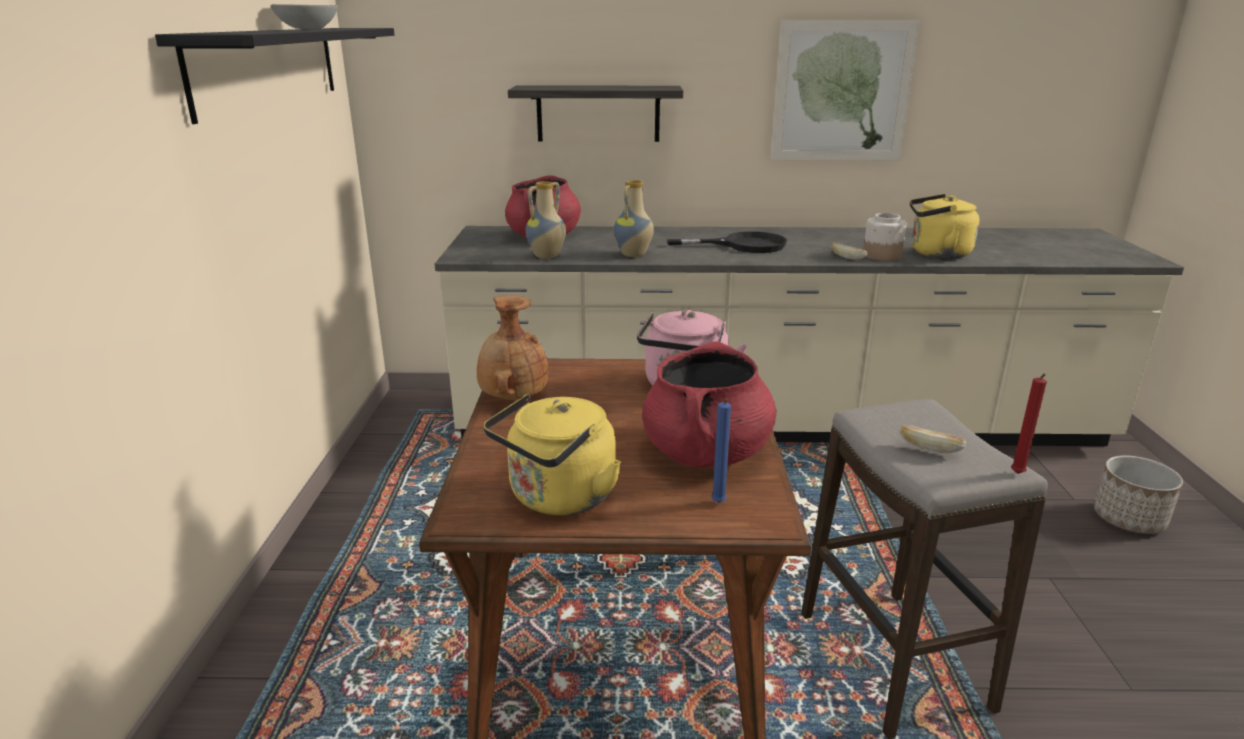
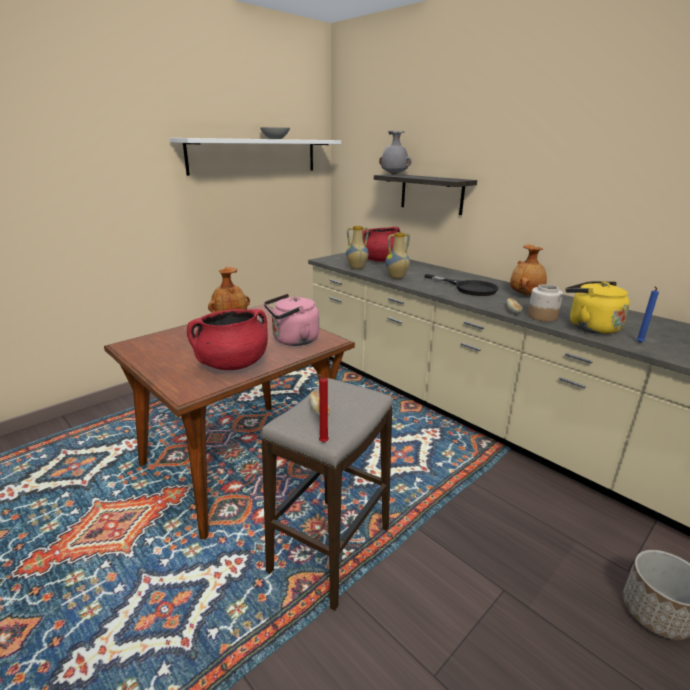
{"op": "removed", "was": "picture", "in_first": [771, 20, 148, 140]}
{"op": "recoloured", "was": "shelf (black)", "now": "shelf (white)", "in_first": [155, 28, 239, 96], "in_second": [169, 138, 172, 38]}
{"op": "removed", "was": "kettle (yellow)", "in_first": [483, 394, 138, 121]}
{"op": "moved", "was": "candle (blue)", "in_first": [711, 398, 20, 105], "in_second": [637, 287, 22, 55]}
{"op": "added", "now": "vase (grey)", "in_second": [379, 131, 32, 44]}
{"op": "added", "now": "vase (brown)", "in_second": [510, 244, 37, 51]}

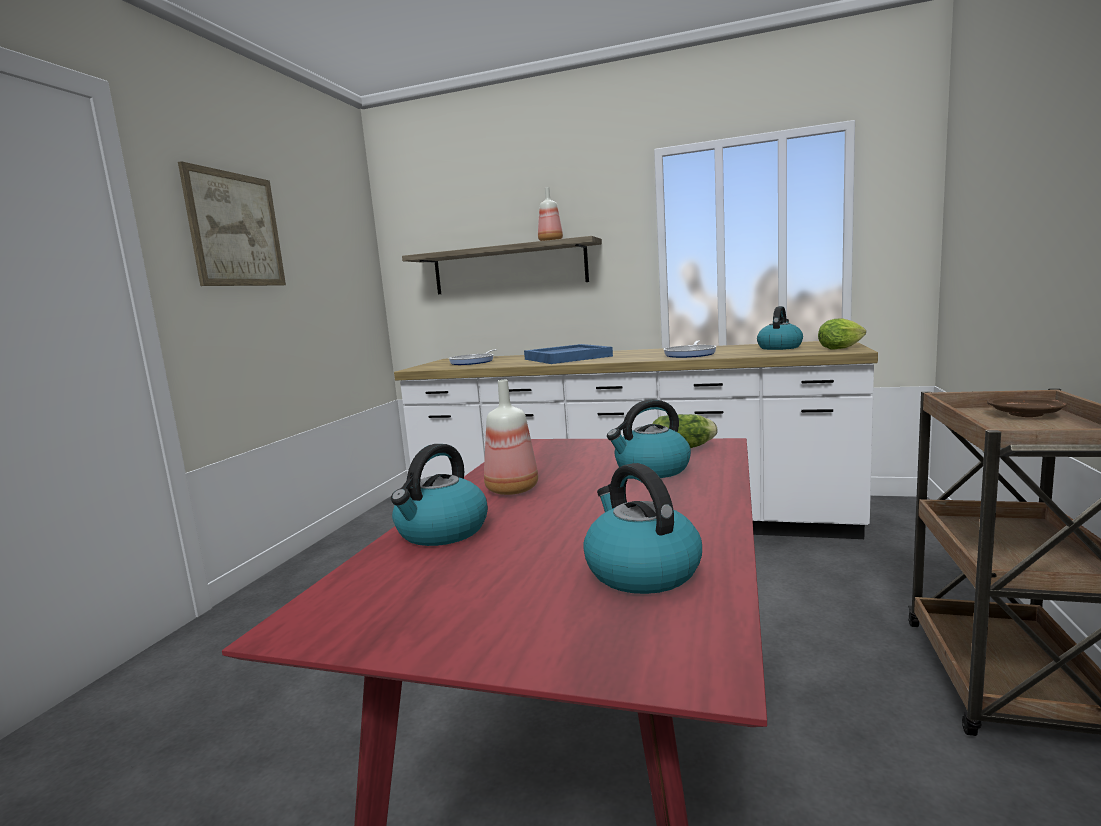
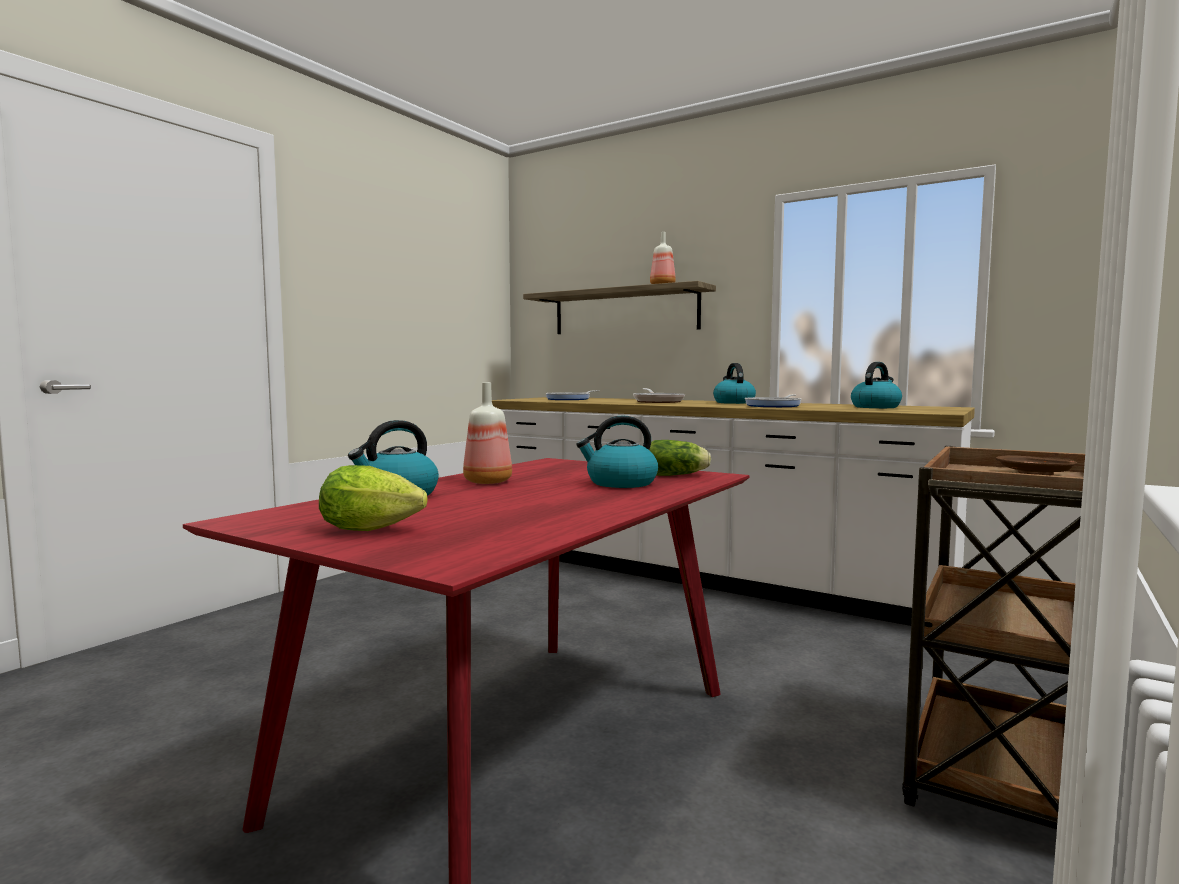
{"op": "removed", "was": "picture", "in_first": [178, 161, 108, 125]}
{"op": "moved", "was": "lettuce", "in_first": [818, 318, 48, 32], "in_second": [319, 465, 109, 66]}
{"op": "replaced", "was": "tray (blue)", "now": "frying pan", "in_first": [524, 344, 89, 20], "in_second": [633, 388, 52, 15]}
{"op": "moved", "was": "kettle", "in_first": [583, 463, 119, 131], "in_second": [713, 363, 43, 41]}

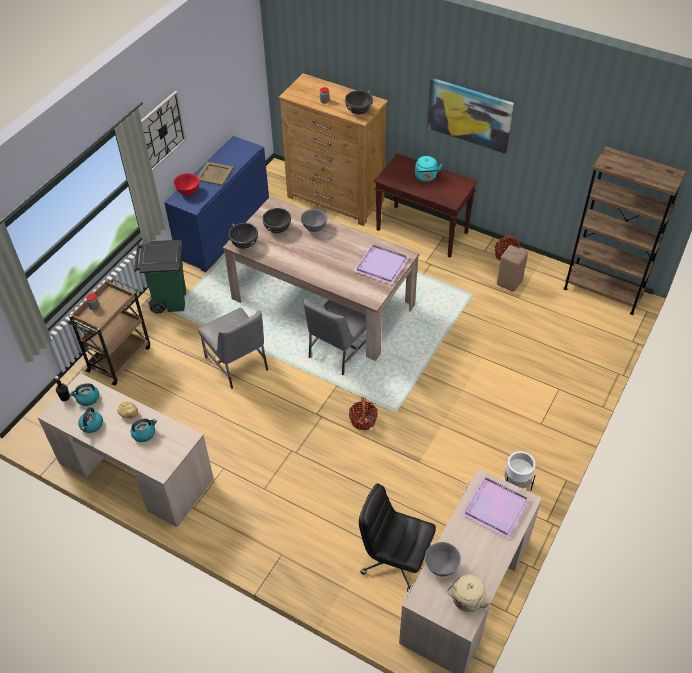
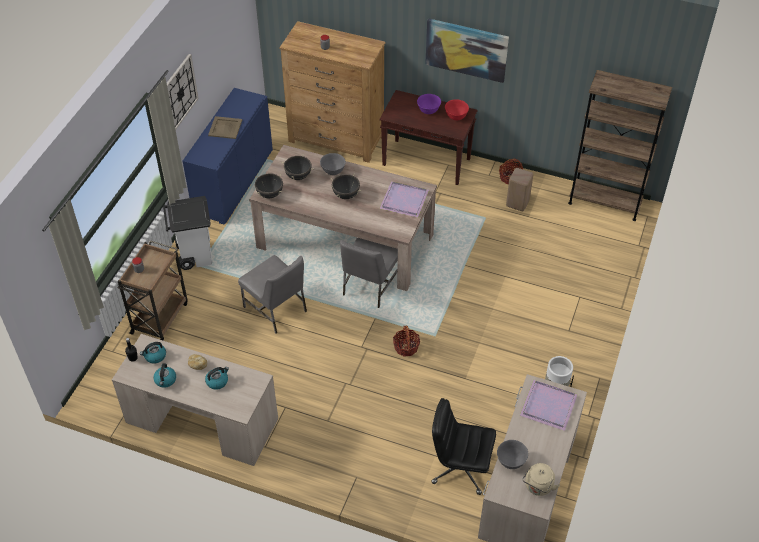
{"op": "moved", "was": "cooking pot (black)", "in_first": [345, 90, 28, 24], "in_second": [330, 174, 31, 25]}
{"op": "replaced", "was": "kettle (turquoise)", "now": "bowl (purple)", "in_first": [415, 156, 27, 26], "in_second": [417, 94, 24, 20]}
{"op": "moved", "was": "bowl (red)", "in_first": [174, 173, 26, 23], "in_second": [445, 99, 24, 21]}
{"op": "recoloured", "was": "trash can (green)", "now": "trash can (white)", "in_first": [134, 240, 52, 73], "in_second": [163, 196, 49, 74]}

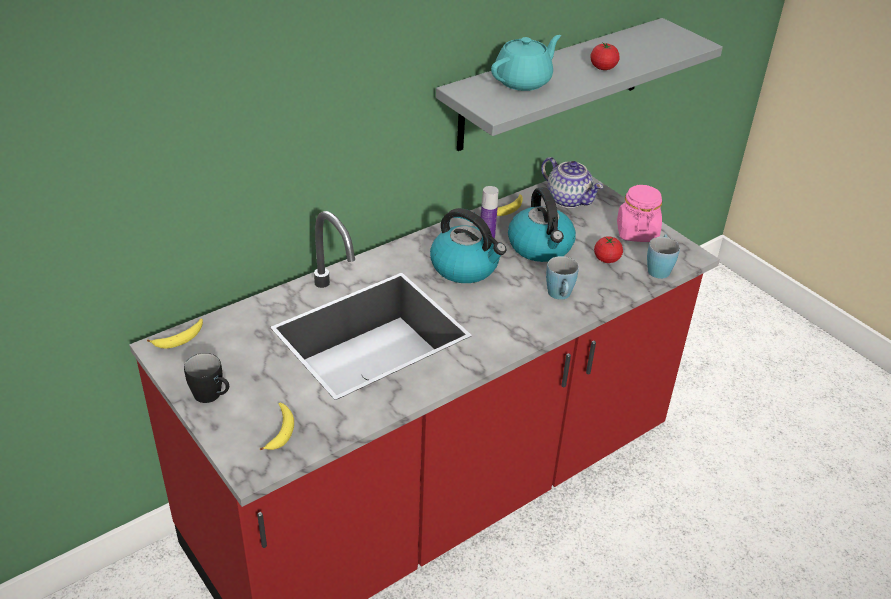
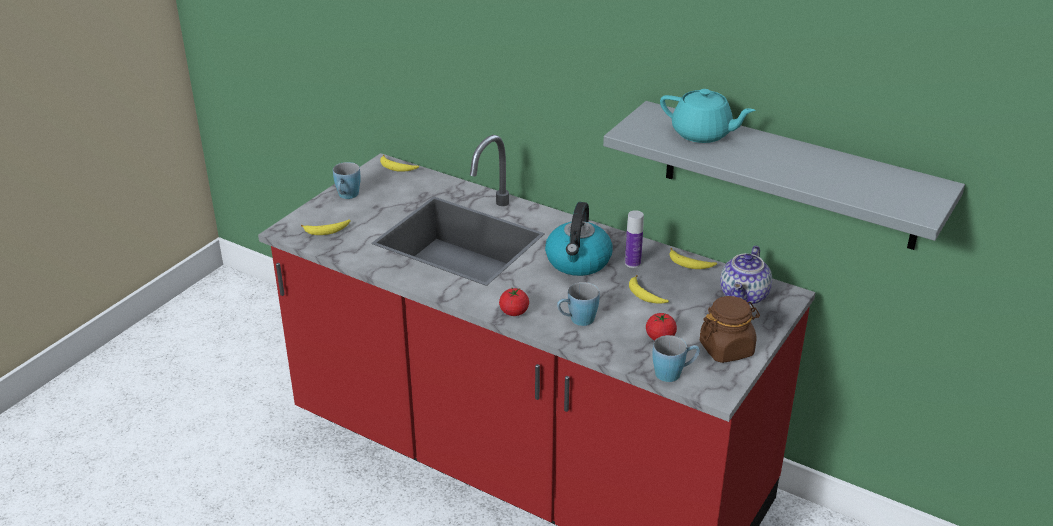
{"op": "moved", "was": "tomato", "in_first": [590, 42, 30, 28], "in_second": [499, 288, 30, 28]}
{"op": "recoloured", "was": "jar (pink)", "now": "jar (brown)", "in_first": [617, 185, 45, 57], "in_second": [700, 296, 60, 67]}
{"op": "replaced", "was": "kettle", "now": "banana", "in_first": [508, 187, 68, 75], "in_second": [629, 275, 40, 29]}
{"op": "recoloured", "was": "mug (black)", "now": "mug (blue)", "in_first": [184, 353, 45, 50], "in_second": [333, 162, 28, 37]}

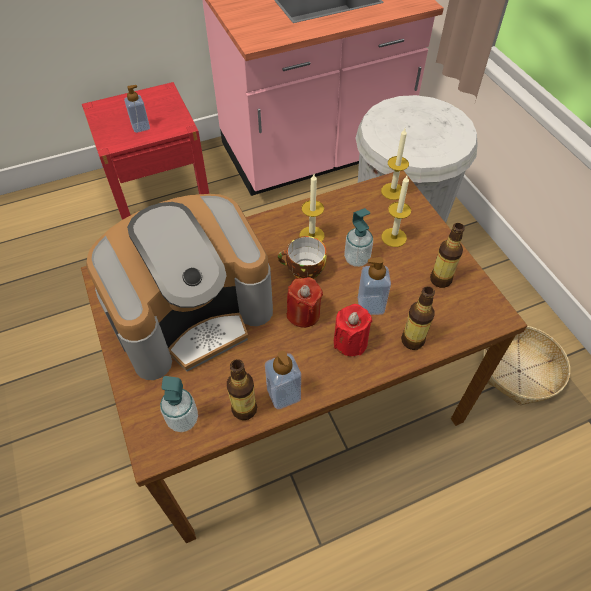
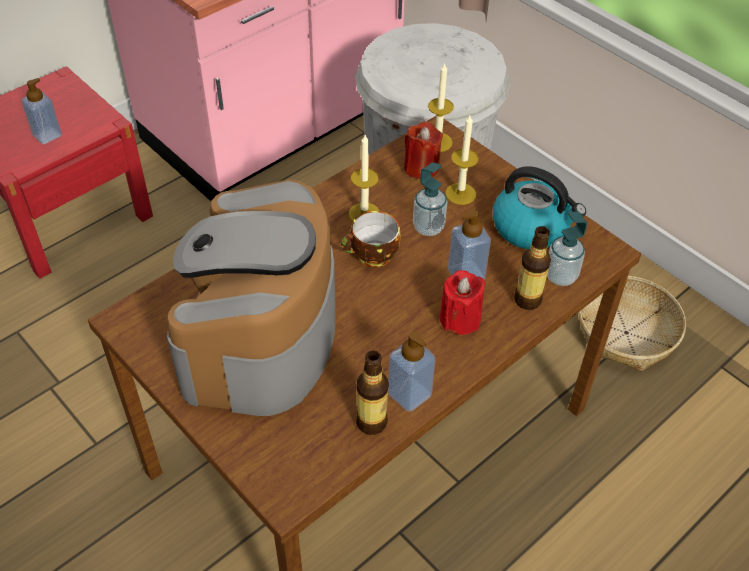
{"op": "turned", "was": "coffee machine", "in_first": [86, 194, 187, 186], "in_second": [166, 179, 170, 237], "clockwise": 150}
{"op": "replaced", "was": "bottle", "now": "kettle", "in_first": [430, 223, 35, 65], "in_second": [493, 166, 93, 83]}
{"op": "moved", "was": "candle (red)", "in_first": [287, 277, 36, 51], "in_second": [404, 122, 39, 57]}
{"op": "moved", "was": "soap dispenser", "in_first": [160, 376, 38, 56], "in_second": [547, 212, 40, 74]}

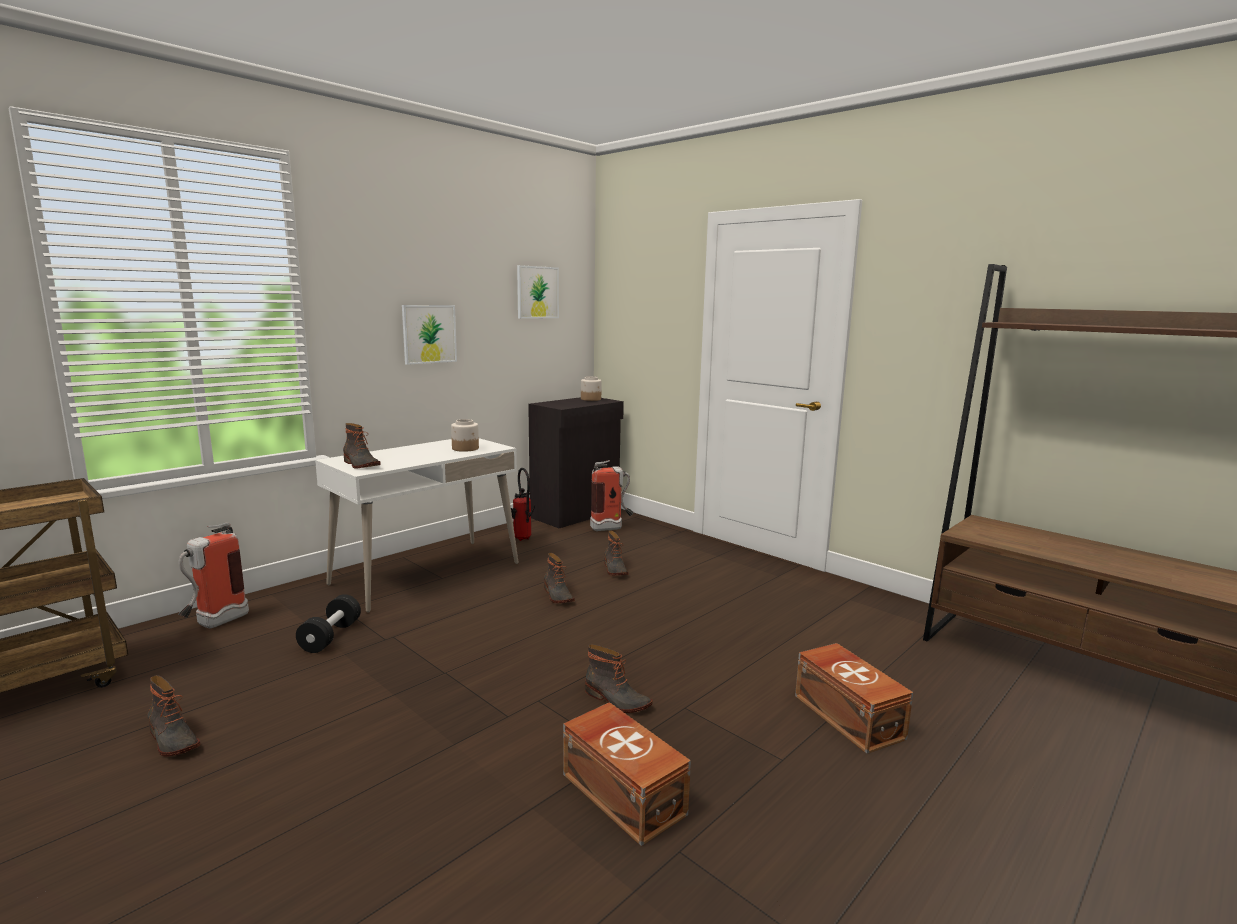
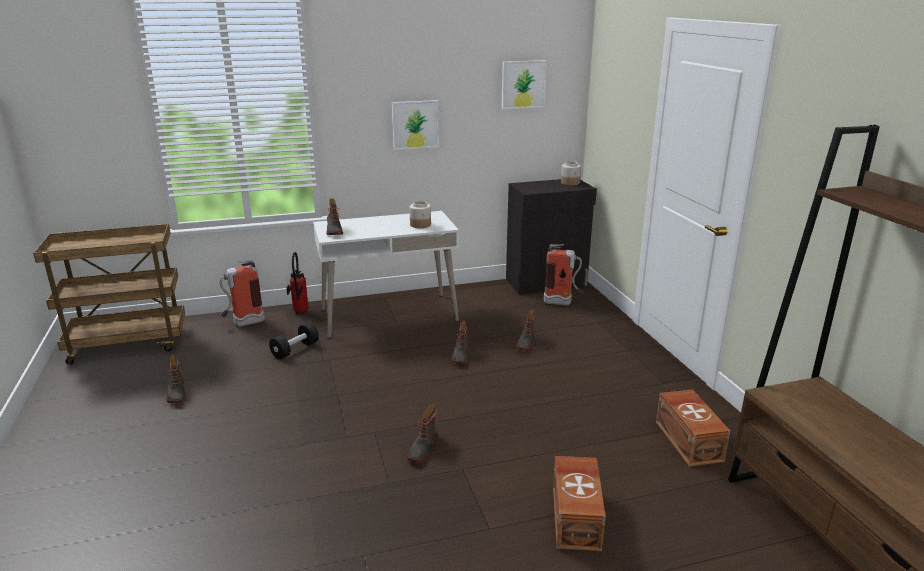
{"op": "moved", "was": "fire extinguisher", "in_first": [511, 468, 24, 73], "in_second": [286, 252, 23, 62]}
{"op": "turned", "was": "boot", "in_first": [585, 644, 68, 69], "in_second": [407, 404, 31, 59], "clockwise": 45}
{"op": "moved", "was": "storage box (brown)", "in_first": [563, 702, 128, 144], "in_second": [656, 390, 74, 76]}

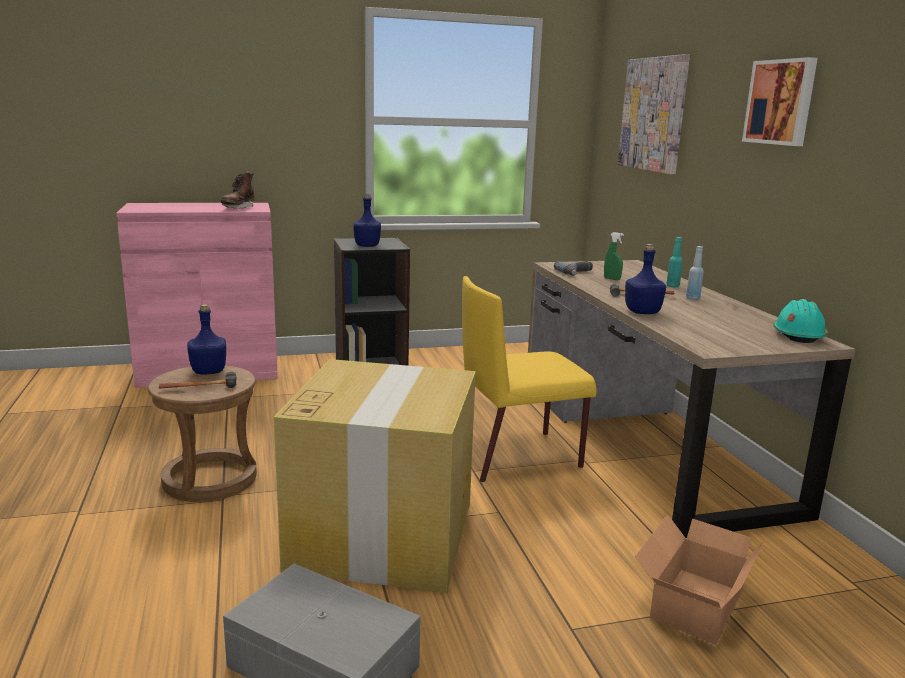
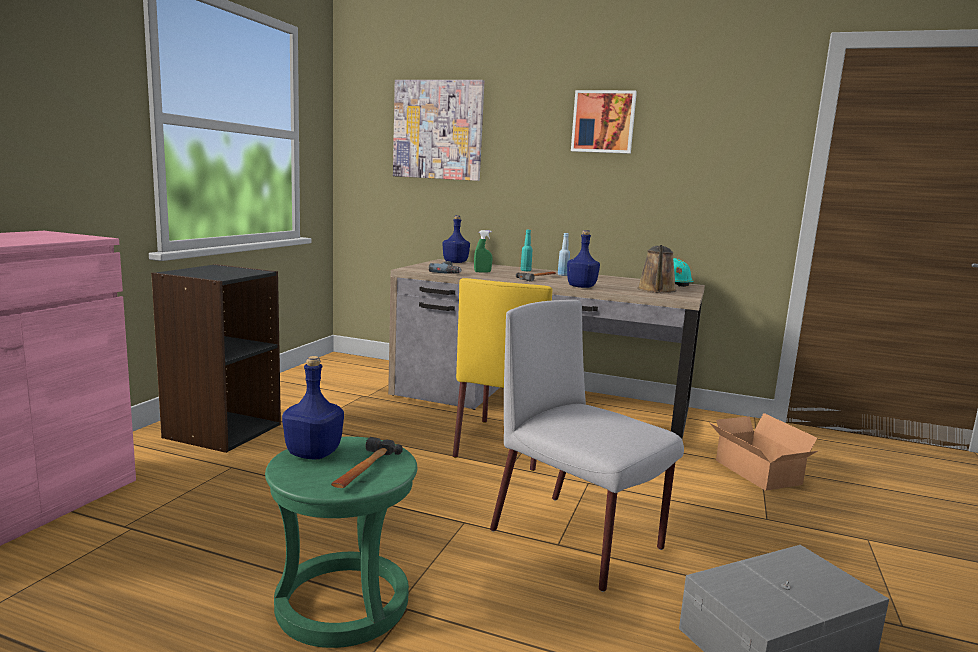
{"op": "removed", "was": "boot (brown)", "in_first": [221, 171, 34, 38]}
{"op": "moved", "was": "bottle (blue)", "in_first": [353, 194, 28, 53], "in_second": [443, 215, 27, 48]}
{"op": "replaced", "was": "cardboard box", "now": "chair (grey)", "in_first": [274, 359, 202, 234], "in_second": [490, 300, 194, 292]}
{"op": "recoloured", "was": "stool (brown)", "now": "stool (green)", "in_first": [148, 365, 109, 137], "in_second": [265, 437, 152, 211]}
{"op": "added", "now": "watering can (brown)", "in_second": [637, 245, 40, 48]}

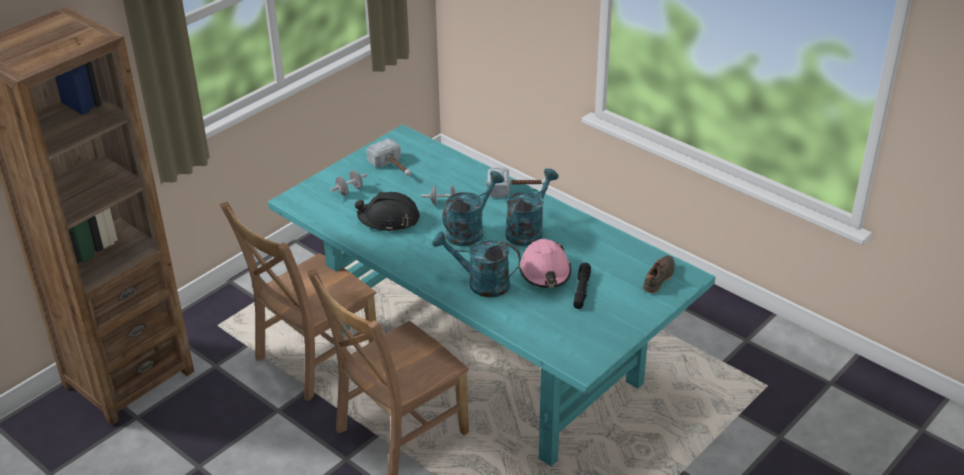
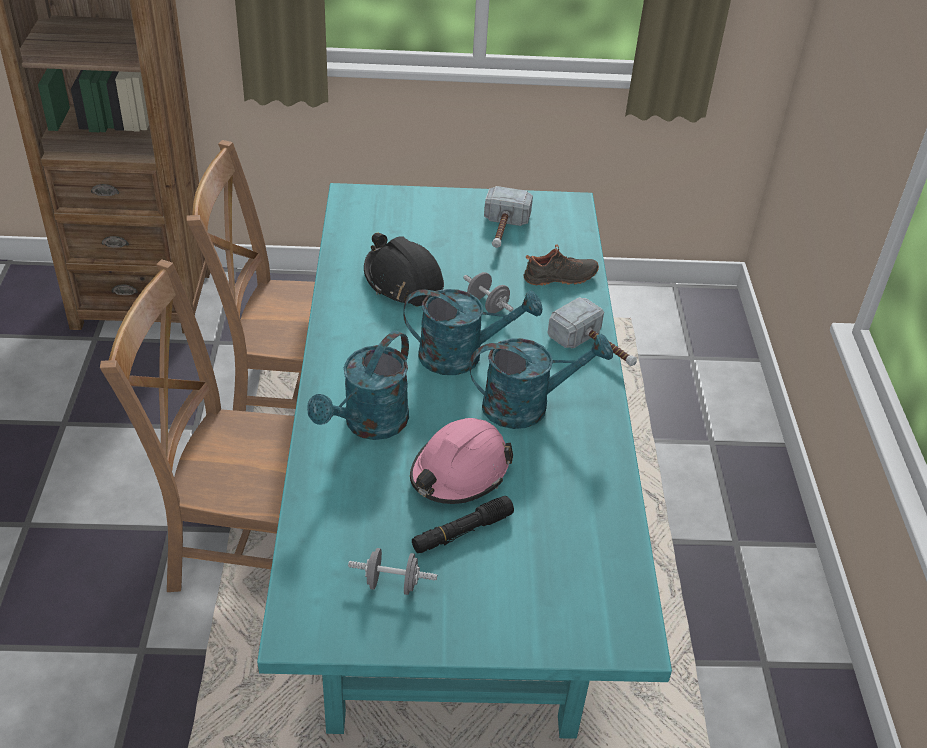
{"op": "moved", "was": "dumbbell (grey)", "in_first": [330, 170, 37, 25], "in_second": [348, 548, 89, 47]}
{"op": "turned", "was": "watering can (turquoise)", "in_first": [432, 231, 89, 66], "in_second": [307, 331, 102, 109], "clockwise": -120}
{"op": "moved", "was": "shoe (black)", "in_first": [643, 255, 32, 38], "in_second": [524, 245, 75, 41]}

